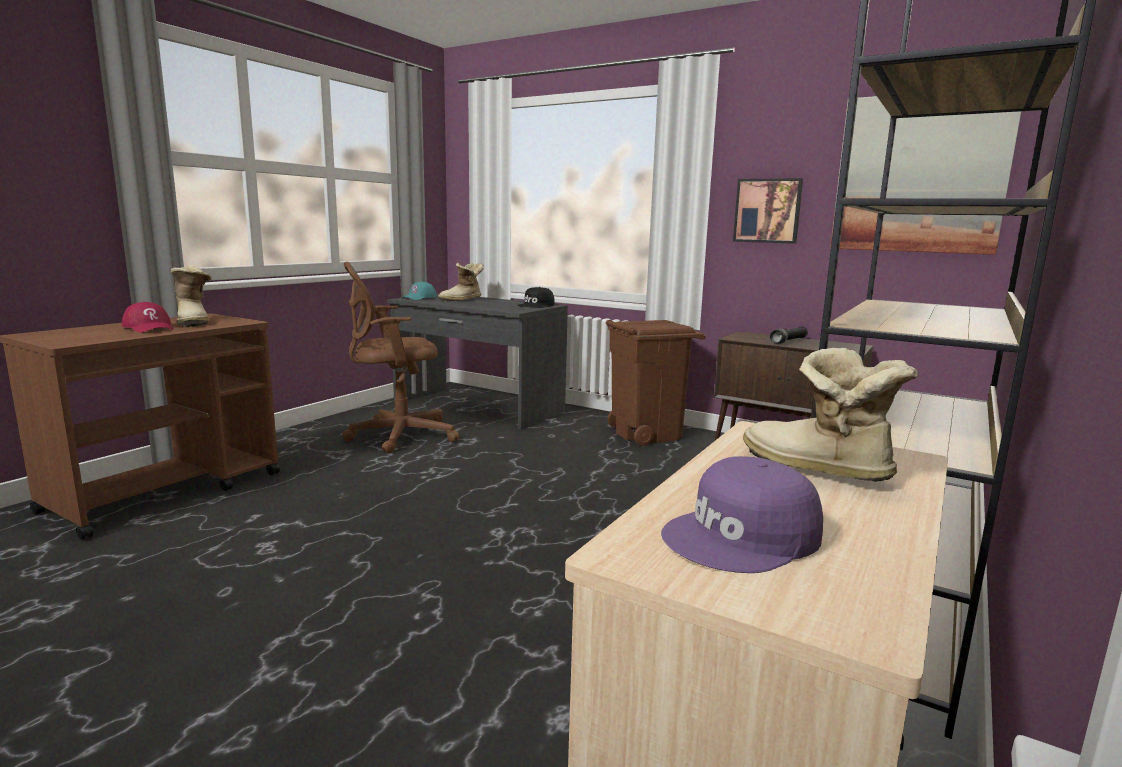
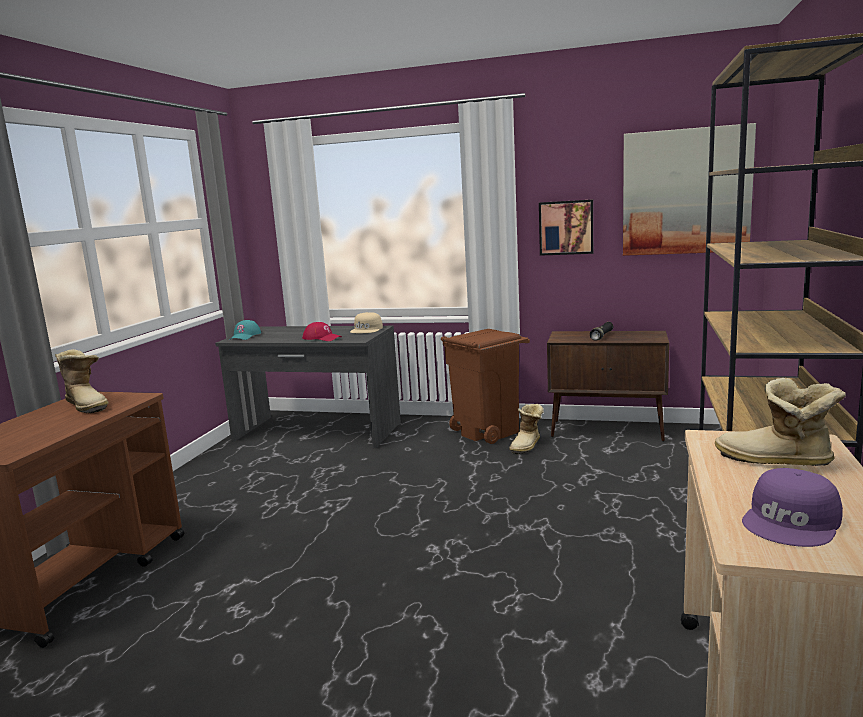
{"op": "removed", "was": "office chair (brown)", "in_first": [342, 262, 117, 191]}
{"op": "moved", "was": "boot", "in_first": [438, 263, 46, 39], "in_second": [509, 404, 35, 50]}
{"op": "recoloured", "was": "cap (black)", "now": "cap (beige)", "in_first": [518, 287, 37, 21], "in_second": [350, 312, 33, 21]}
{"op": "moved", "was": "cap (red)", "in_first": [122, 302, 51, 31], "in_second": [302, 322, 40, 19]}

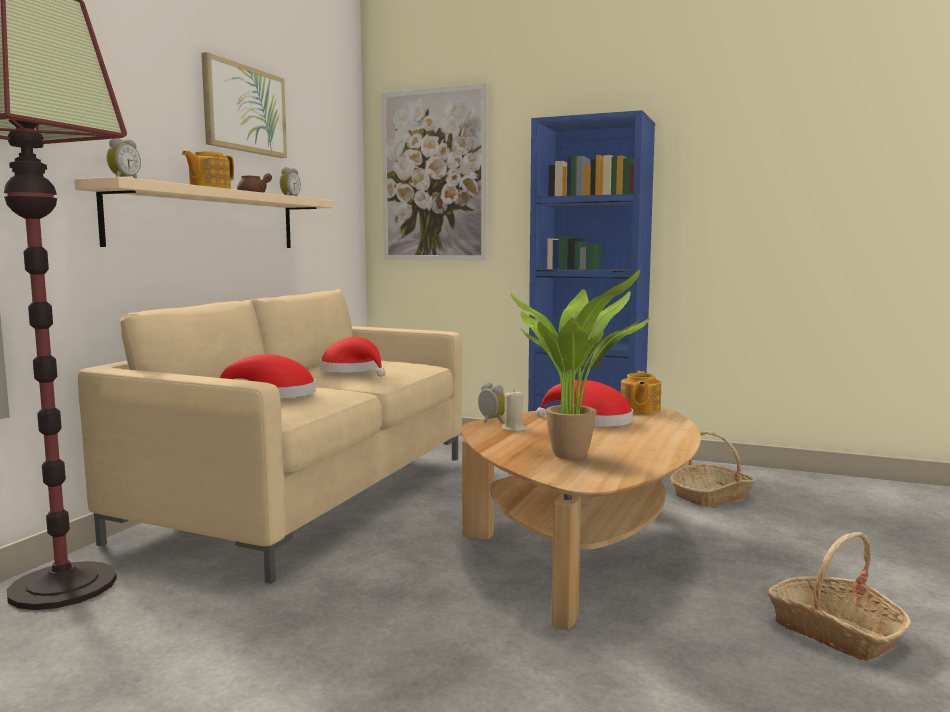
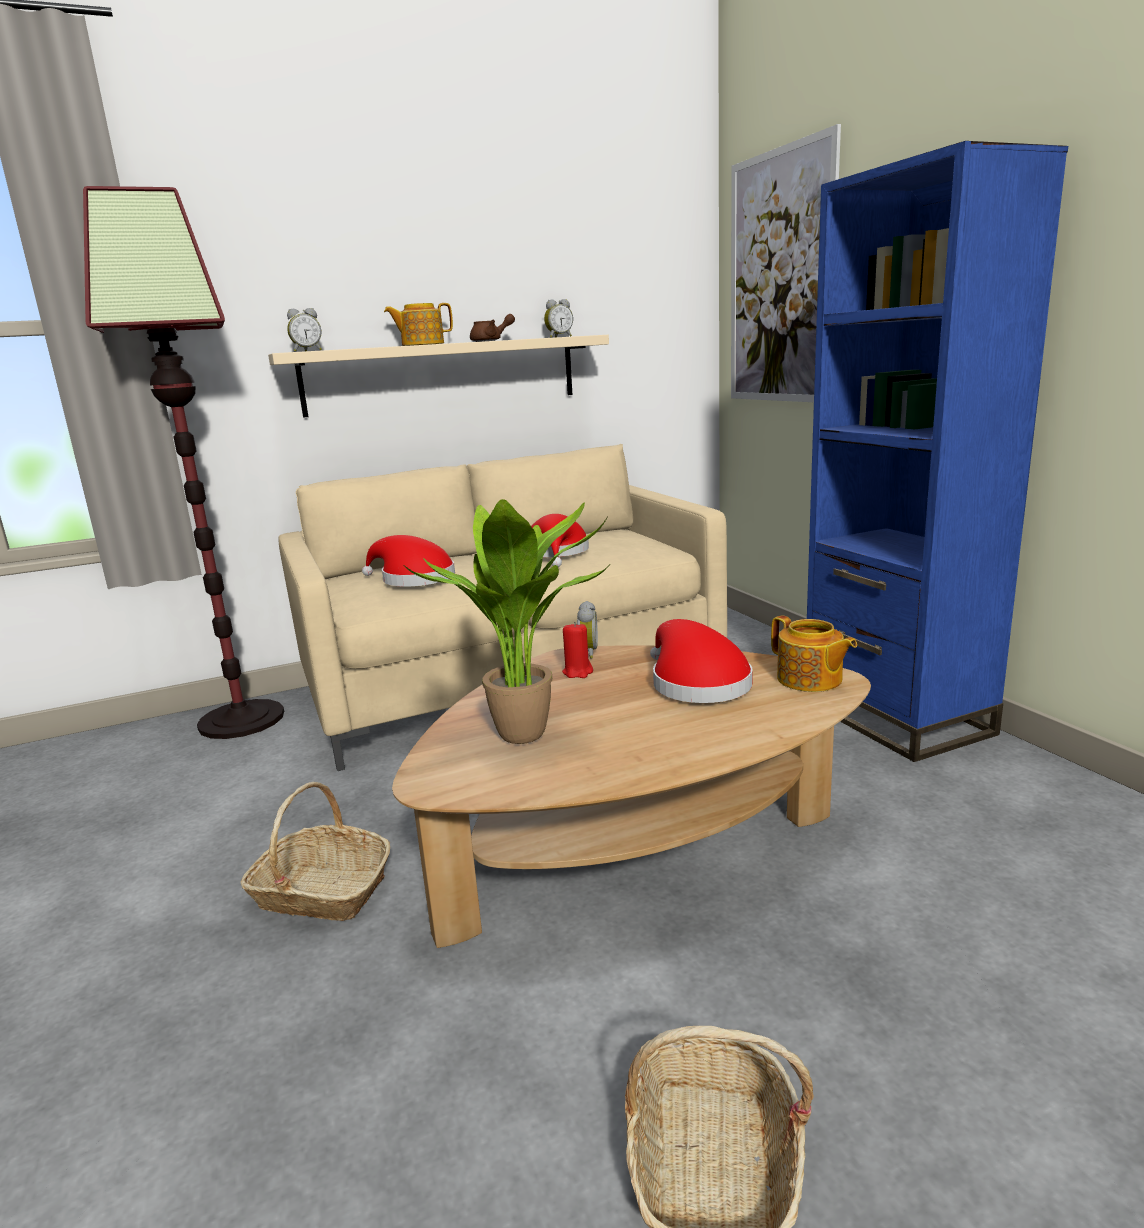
{"op": "removed", "was": "picture", "in_first": [201, 52, 86, 106]}
{"op": "turned", "was": "teapot", "in_first": [621, 371, 40, 44], "in_second": [771, 616, 86, 76], "clockwise": -90}
{"op": "recoloured", "was": "candle (beige)", "now": "candle (red)", "in_first": [502, 389, 25, 43], "in_second": [562, 622, 31, 56]}
{"op": "moved", "was": "basket", "in_first": [670, 431, 86, 76], "in_second": [241, 782, 149, 139]}

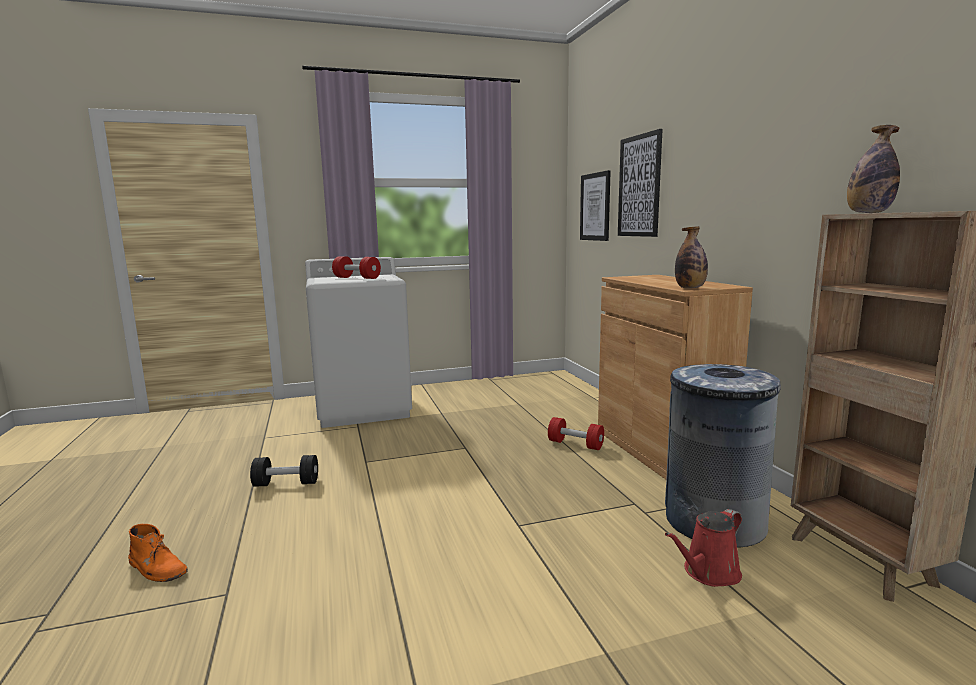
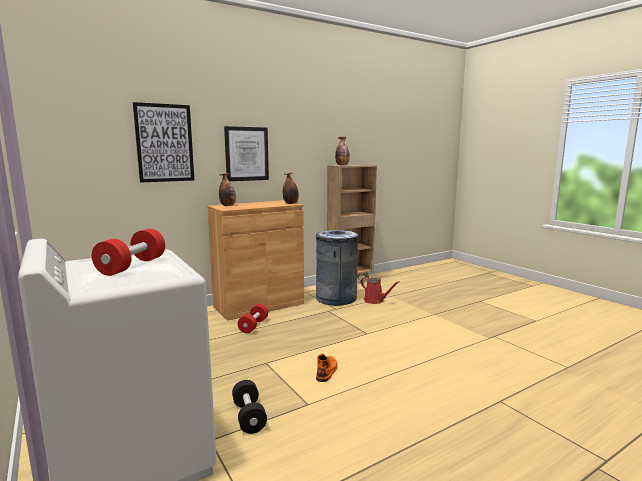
{"op": "moved", "was": "picture", "in_first": [580, 170, 31, 71], "in_second": [224, 126, 45, 55]}
{"op": "moved", "was": "dumbbell (black)", "in_first": [250, 455, 68, 32], "in_second": [232, 380, 35, 54]}
{"op": "moved", "was": "boot (orange)", "in_first": [128, 524, 60, 58], "in_second": [316, 353, 22, 29]}
{"op": "added", "now": "bottle", "in_second": [219, 173, 17, 33]}

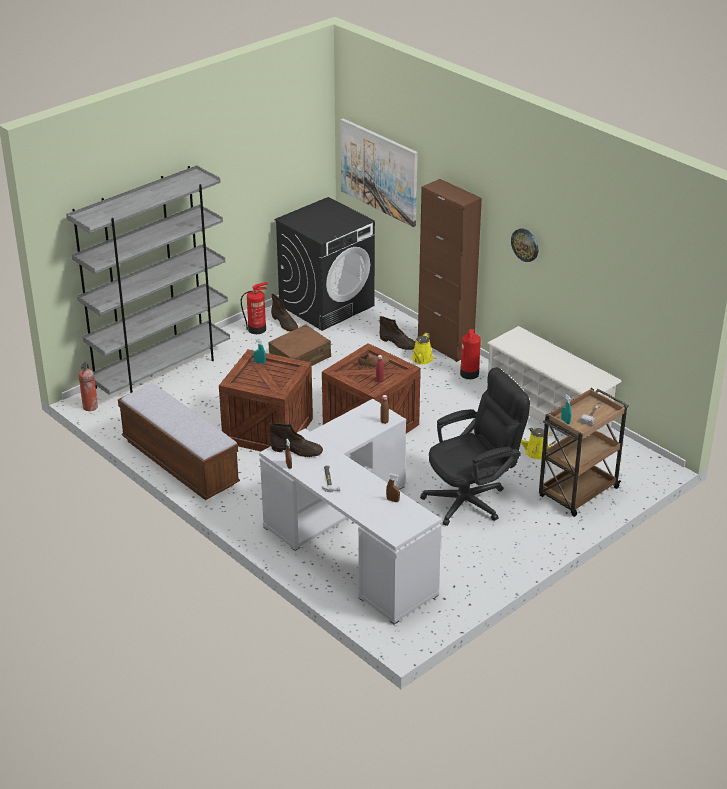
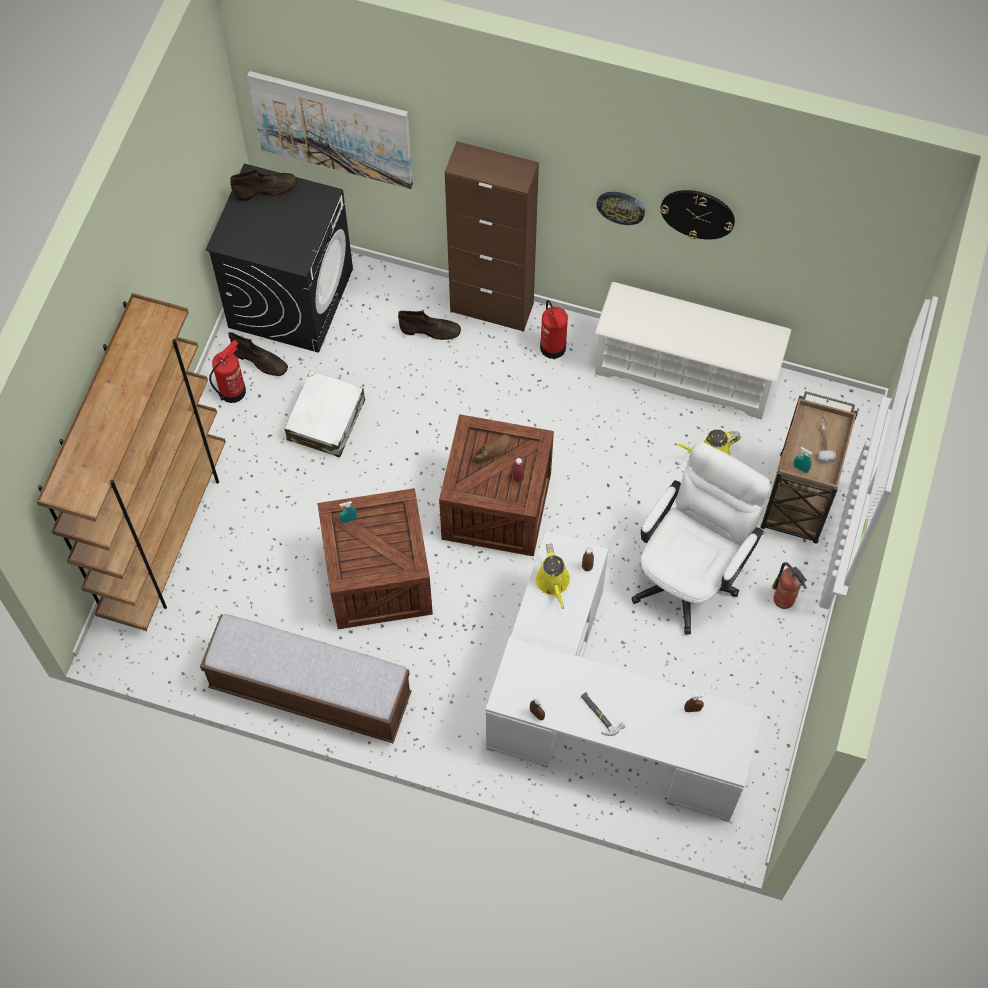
{"op": "recoloured", "was": "bookcase (grey)", "now": "bookcase (brown)", "in_first": [66, 165, 164, 230], "in_second": [36, 293, 190, 338]}
{"op": "recoloured", "was": "suitcase (brown)", "now": "suitcase (white)", "in_first": [268, 324, 63, 42], "in_second": [284, 371, 81, 86]}
{"op": "moved", "was": "watering can (yellow)", "in_first": [412, 333, 22, 32], "in_second": [536, 544, 34, 65]}
{"op": "moved", "was": "fire extinguisher", "in_first": [78, 362, 20, 49], "in_second": [772, 562, 35, 47]}
{"op": "recoloured", "was": "office chair (black)", "now": "office chair (white)", "in_first": [420, 367, 110, 159], "in_second": [631, 442, 140, 193]}
{"op": "moved", "was": "boot (brown)", "in_first": [269, 423, 54, 34], "in_second": [230, 168, 67, 33]}
{"op": "added", "now": "wall clock", "in_second": [660, 190, 75, 49]}

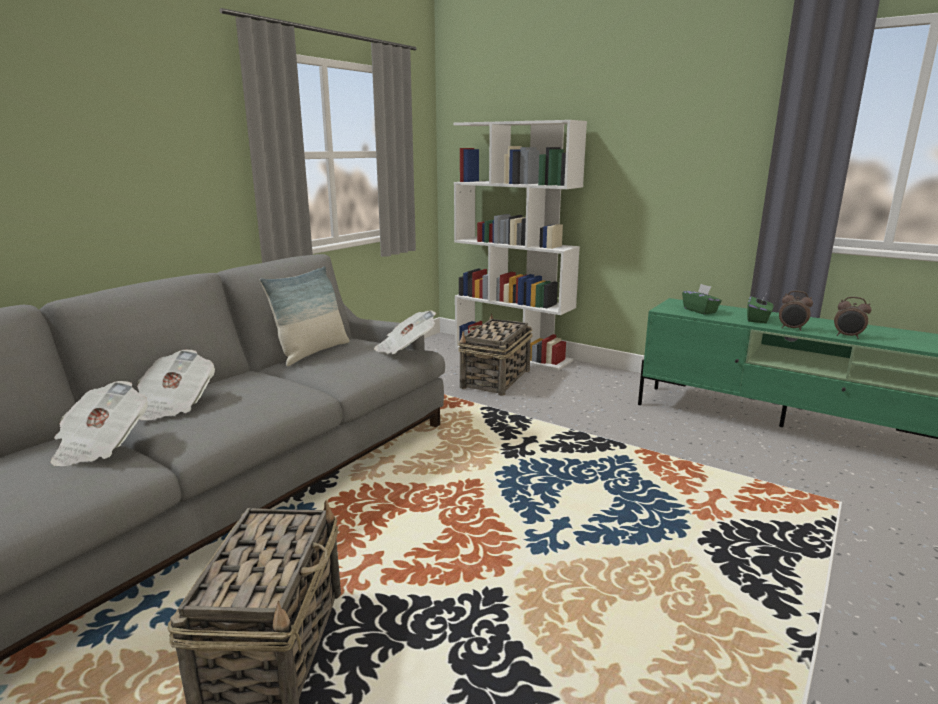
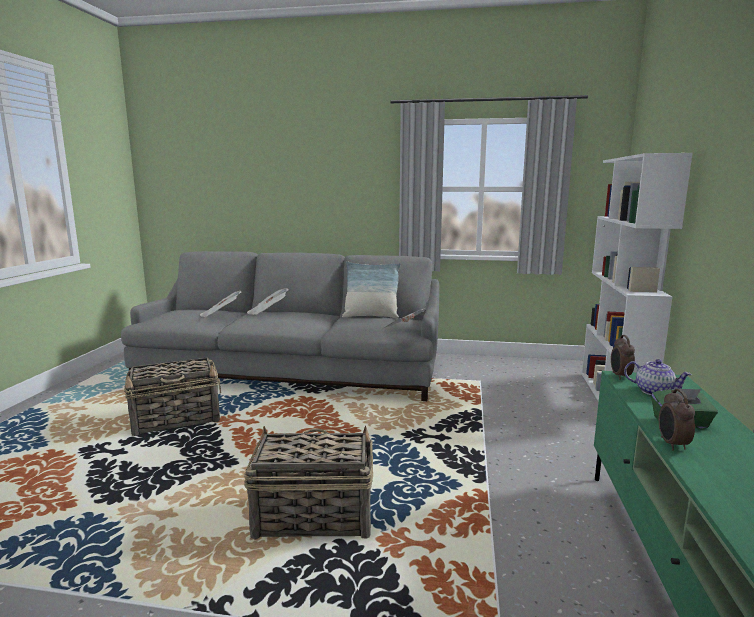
{"op": "replaced", "was": "tissue box (green)", "now": "teapot", "in_first": [682, 284, 40, 31], "in_second": [624, 359, 68, 36]}
{"op": "moved", "was": "alarm clock", "in_first": [834, 297, 38, 42], "in_second": [611, 335, 24, 45]}
{"op": "moved", "was": "basket", "in_first": [458, 314, 74, 82], "in_second": [244, 426, 129, 114]}

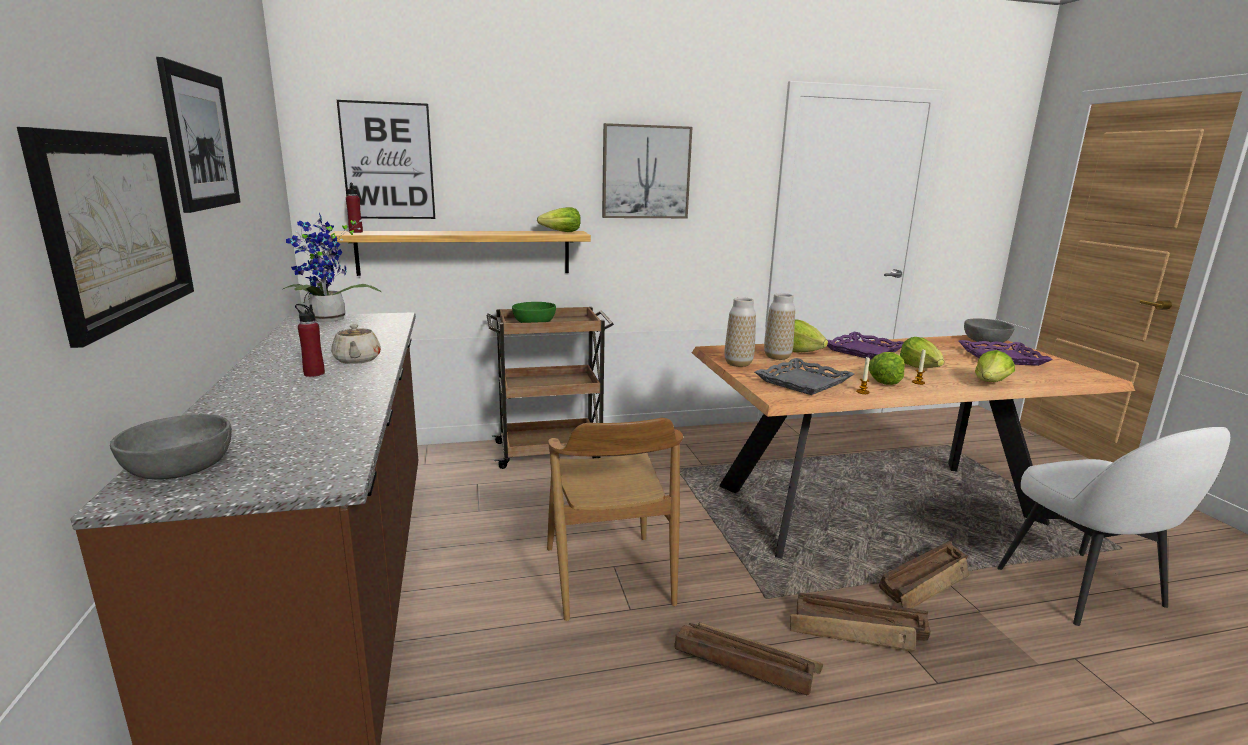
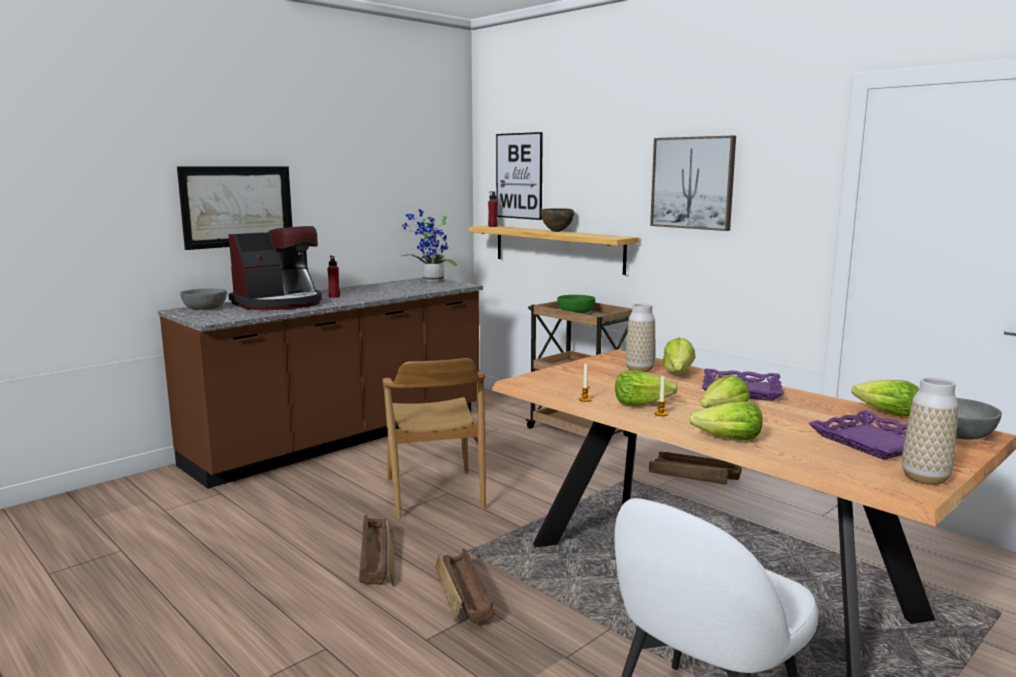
{"op": "removed", "was": "picture", "in_first": [156, 57, 84, 156]}
{"op": "moved", "was": "lettuce", "in_first": [537, 207, 44, 25], "in_second": [851, 380, 68, 37]}
{"op": "moved", "was": "vase", "in_first": [725, 297, 31, 70], "in_second": [902, 377, 56, 108]}
{"op": "removed", "was": "teapot (beige)", "in_first": [331, 324, 50, 40]}
{"op": "removed", "was": "tray (grey)", "in_first": [755, 358, 99, 37]}
{"op": "turned", "was": "chair (brown)", "in_first": [547, 418, 136, 203], "in_second": [383, 358, 103, 161], "clockwise": -60}
{"op": "moved", "was": "crate", "in_first": [879, 541, 90, 67], "in_second": [649, 452, 93, 33]}
{"op": "added", "now": "bowl (brown)", "in_second": [541, 208, 33, 24]}
{"op": "added", "now": "coffee machine", "in_second": [228, 226, 94, 84]}

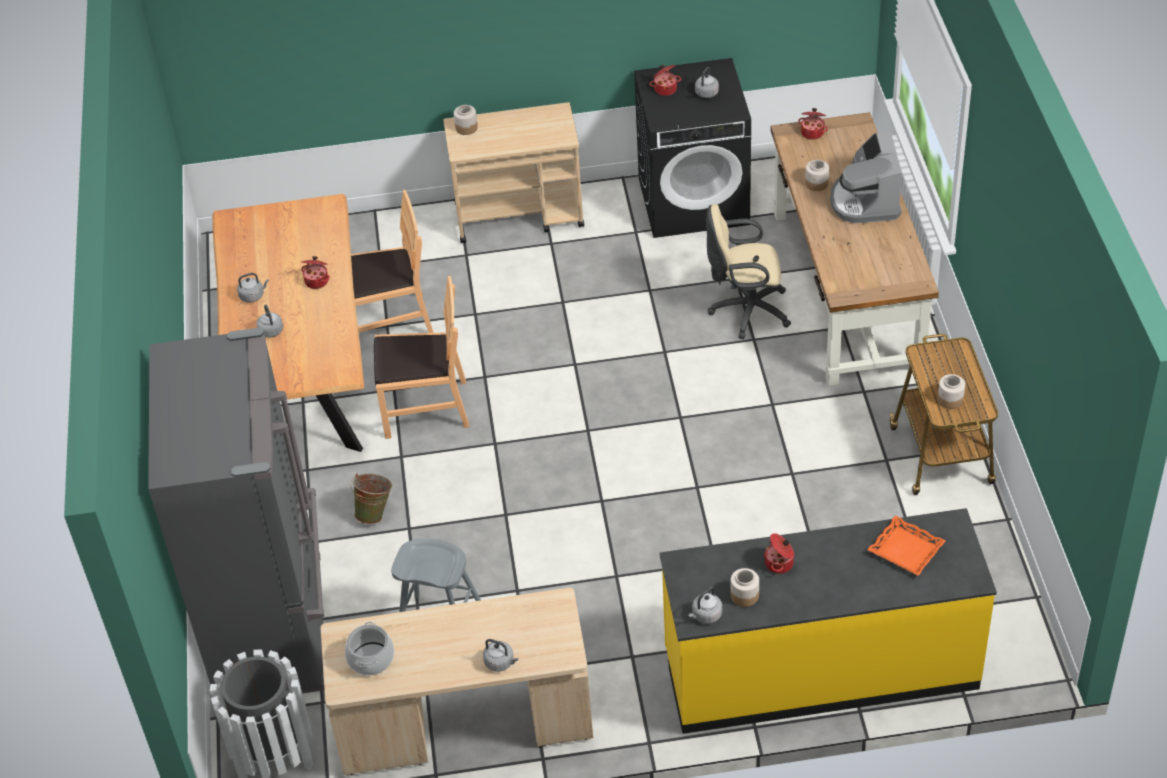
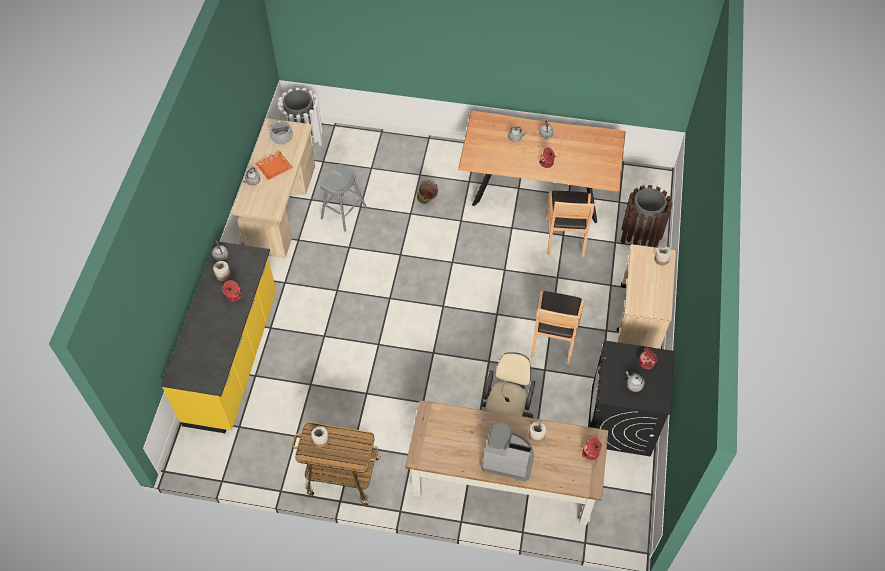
{"op": "moved", "was": "chair (brown)", "in_first": [374, 276, 95, 163], "in_second": [530, 291, 55, 74]}
{"op": "removed", "was": "fridge (grey)", "in_first": [148, 328, 176, 365]}
{"op": "moved", "was": "tray (orange)", "in_first": [867, 515, 79, 61], "in_second": [255, 151, 38, 29]}
{"op": "added", "now": "trash can (brown)", "in_second": [621, 185, 51, 63]}

